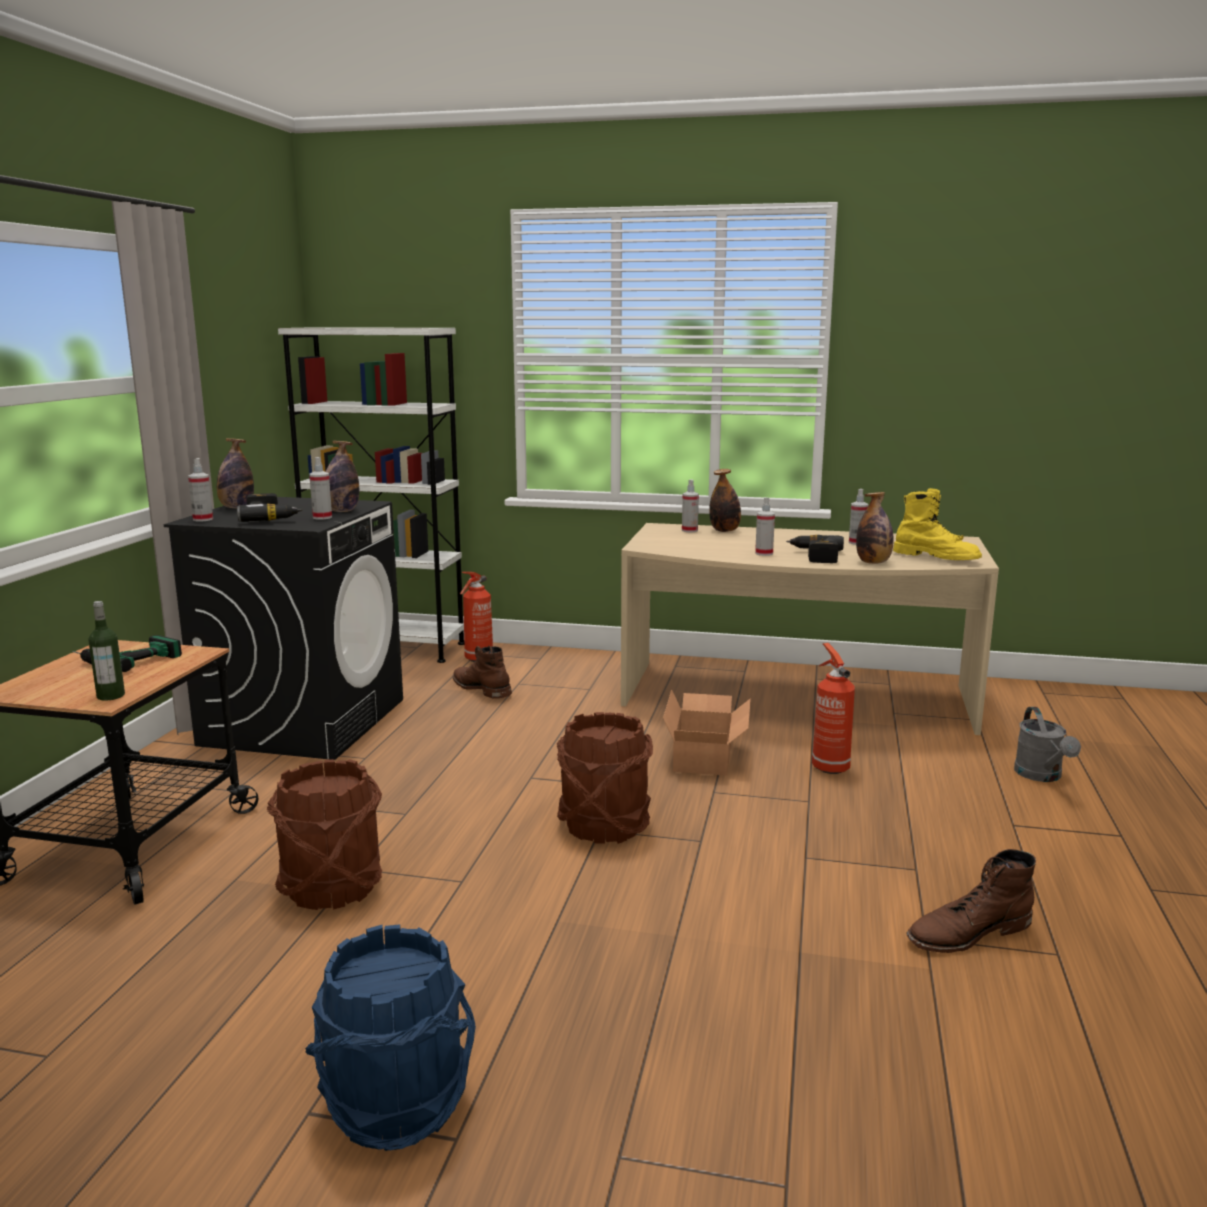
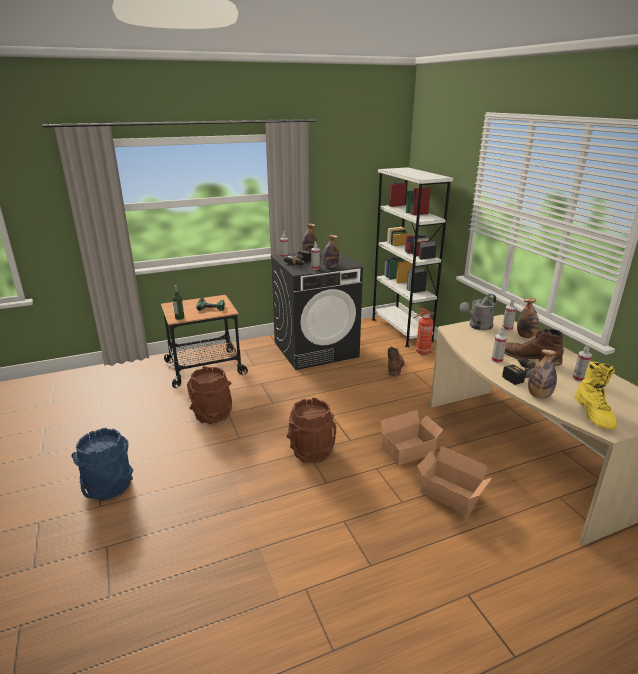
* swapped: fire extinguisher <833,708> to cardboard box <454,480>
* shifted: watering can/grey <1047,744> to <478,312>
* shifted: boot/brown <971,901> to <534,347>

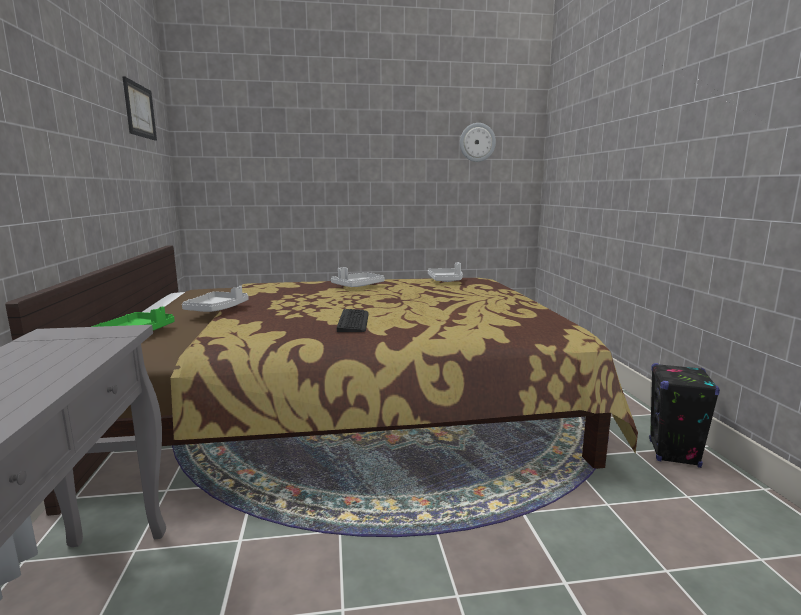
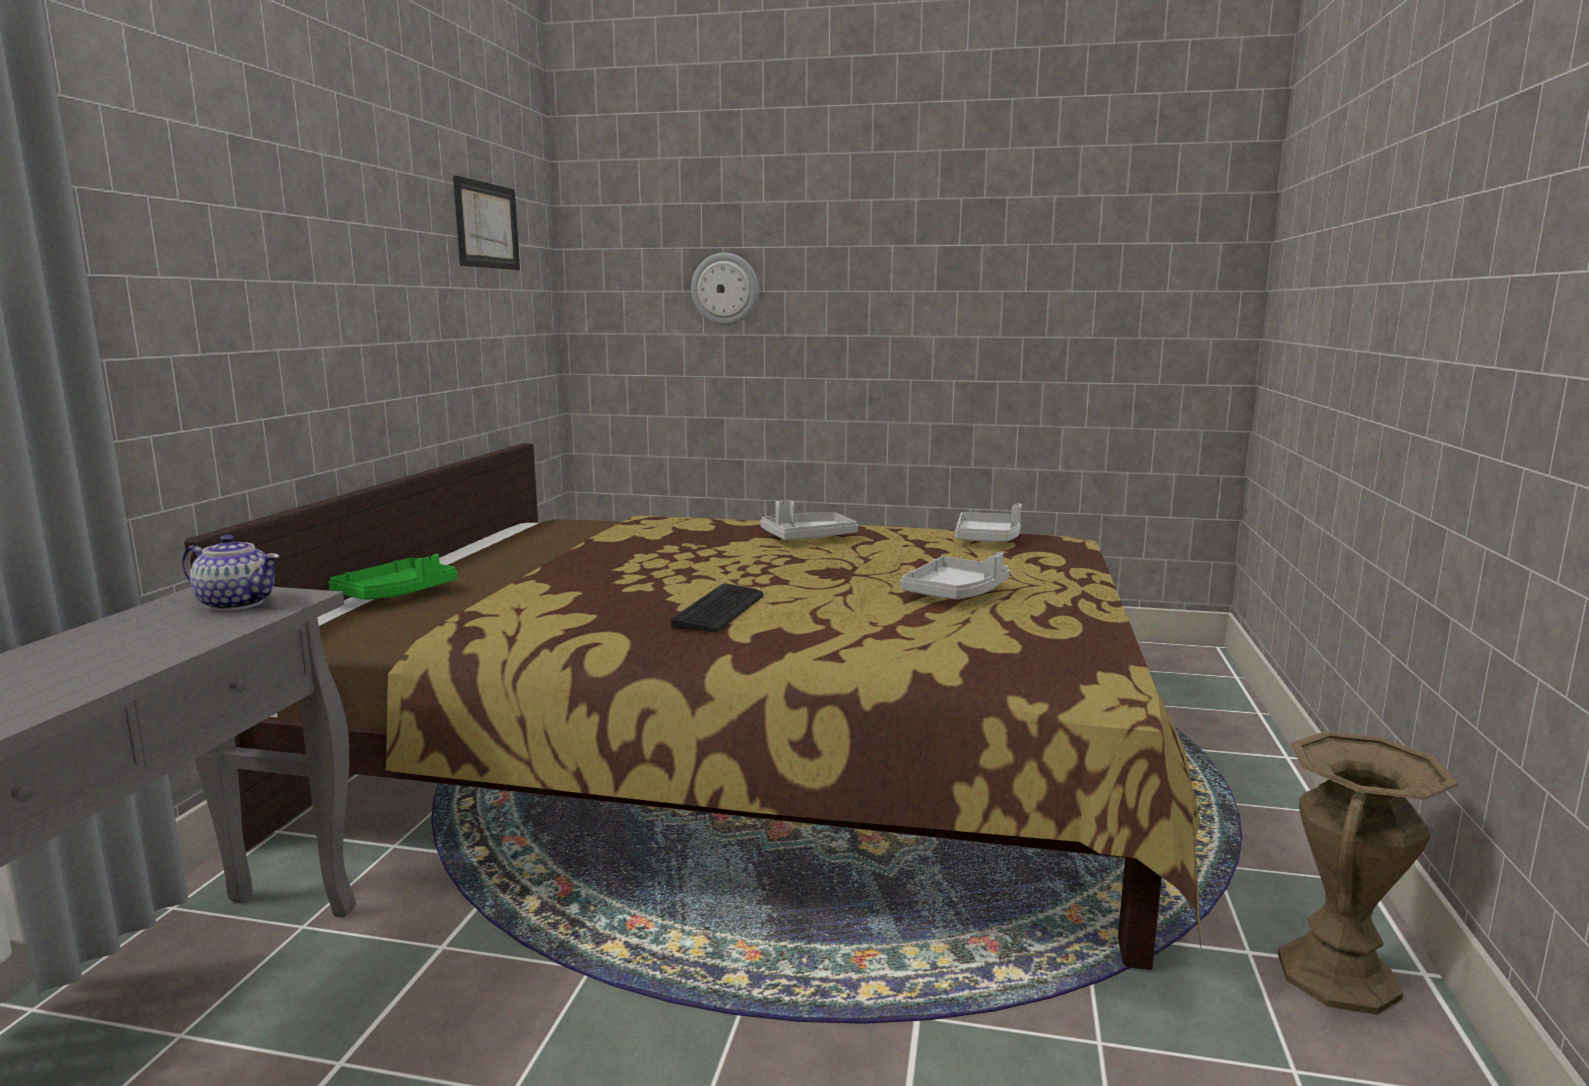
* shifted: wall clock <478,142> to <725,289>
* shifted: tray/grey <215,299> to <955,576>
* swapped: speaker/black <684,415> to vase/brown <1368,873>
* new: teapot <231,573>

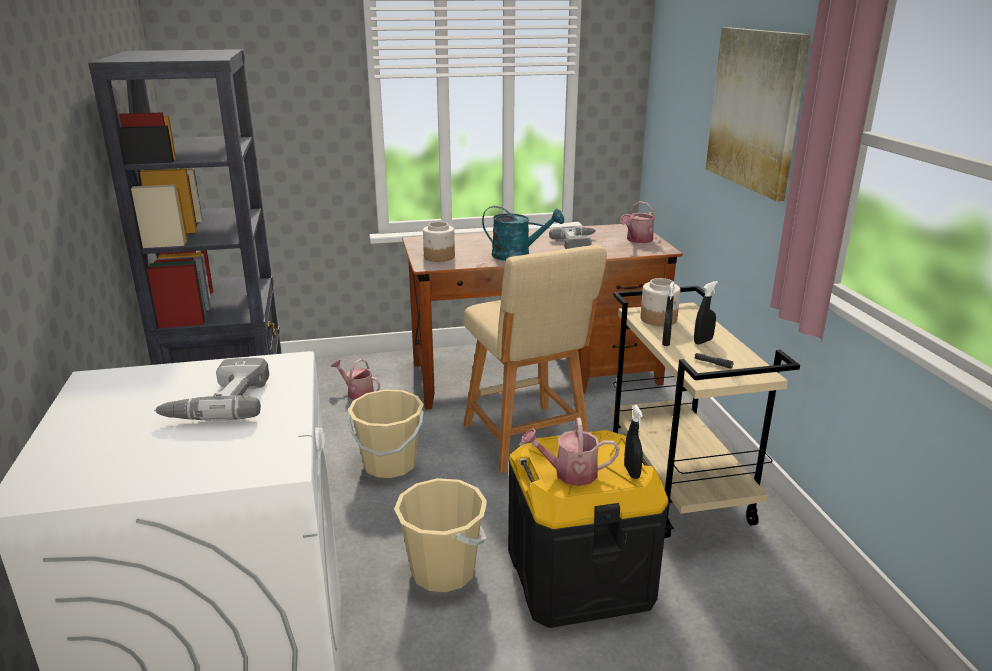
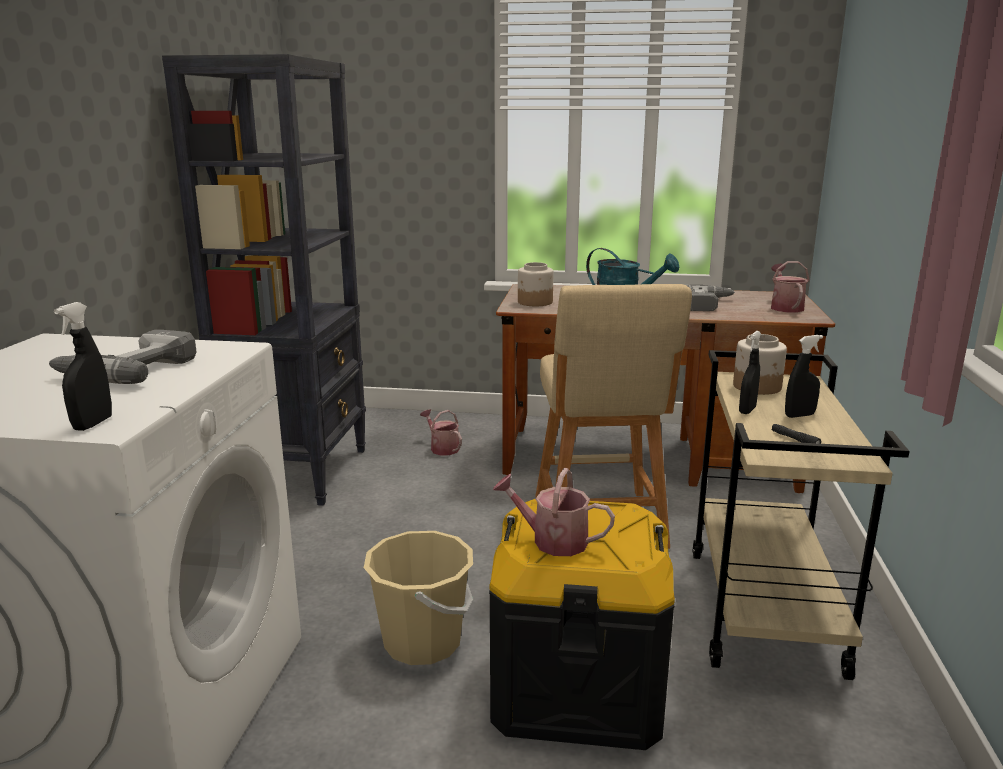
* gone: picture <758,114>
* rotated: watering can <637,222> = <790,287> 120 degrees clockwise
* gone: bucket/beige <385,434>
* shifted: spray bottle/black <633,442> to <83,366>

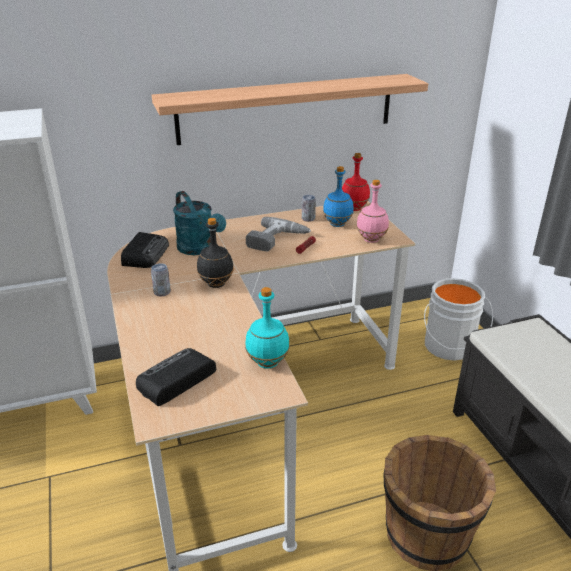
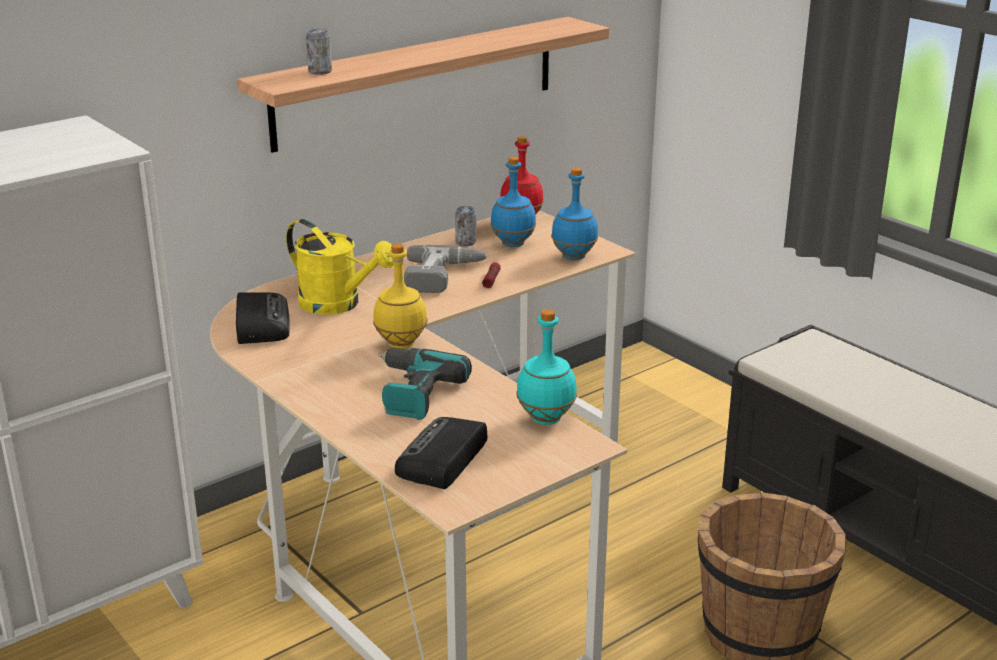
* repainted: bottle/pink <372,211> to bottle/blue <574,213>
* repainted: watering can/turquoise <199,223> to watering can/yellow <340,267>
* repainted: bottle/black <215,253> to bottle/yellow <400,296>
* shifted: can <161,279> to <319,52>
* gone: bucket/white <458,319>
* new: power drill <425,383>

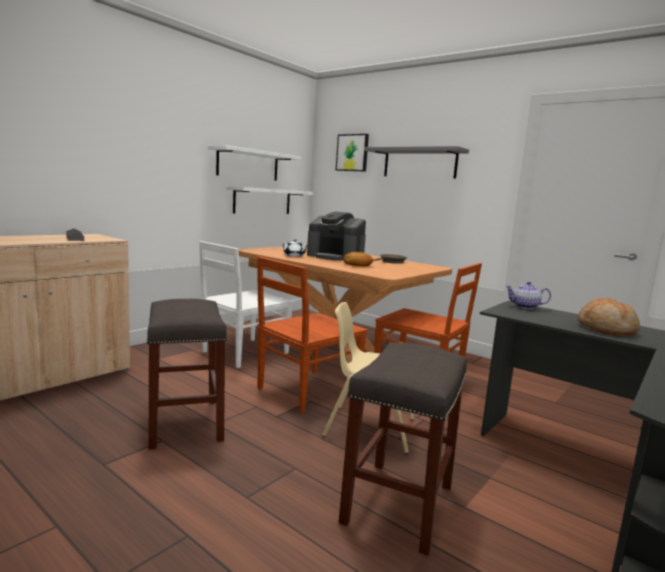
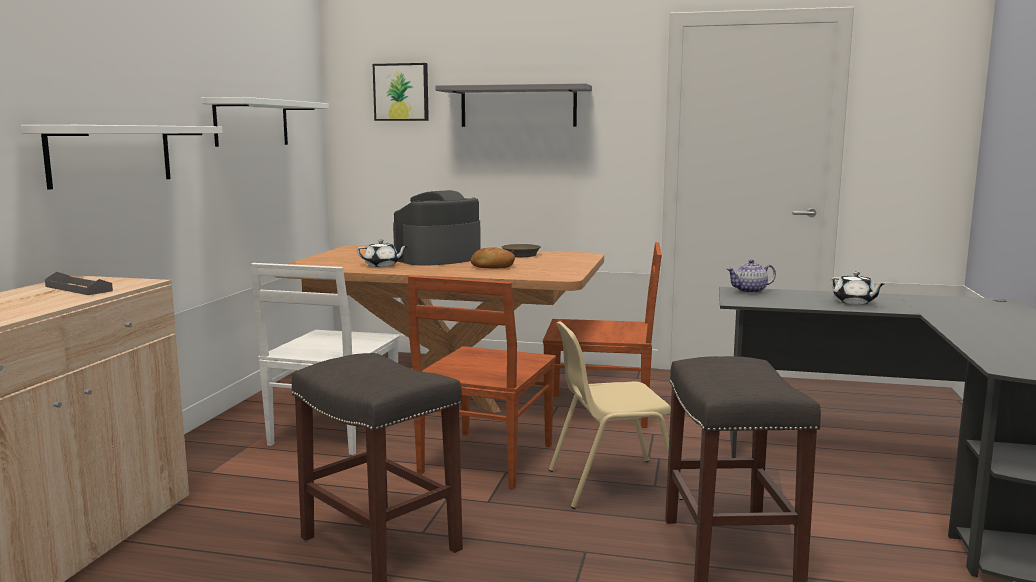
* shifted: shelf/white <269,200> to <122,157>
* rotated: coffee machine <336,236> = <437,228> 135 degrees clockwise
* swapped: bread <609,316> to teapot/white <857,288>

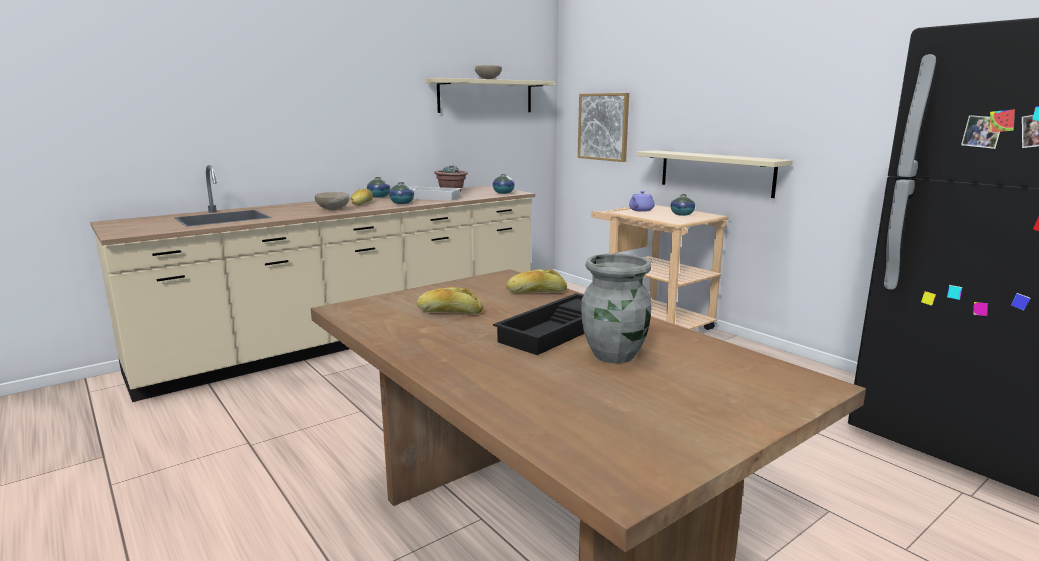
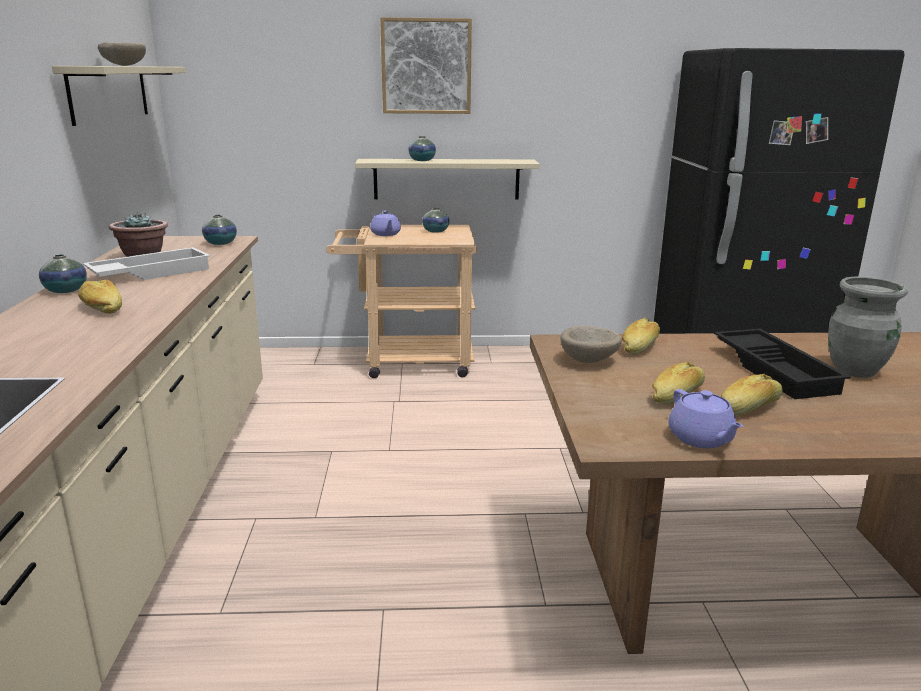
* shifted: picture <603,127> to <426,65>
* shifted: vase <401,193> to <422,148>
* shifted: bowl/beige <332,201> to <591,344>
* new: bread <752,395>
* new: teapot/purple <706,418>

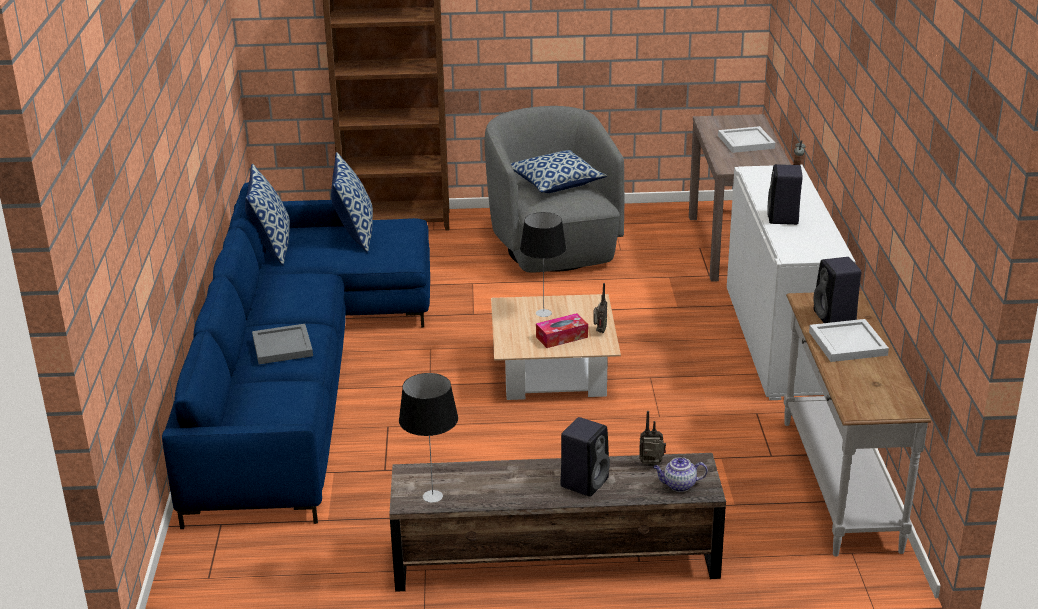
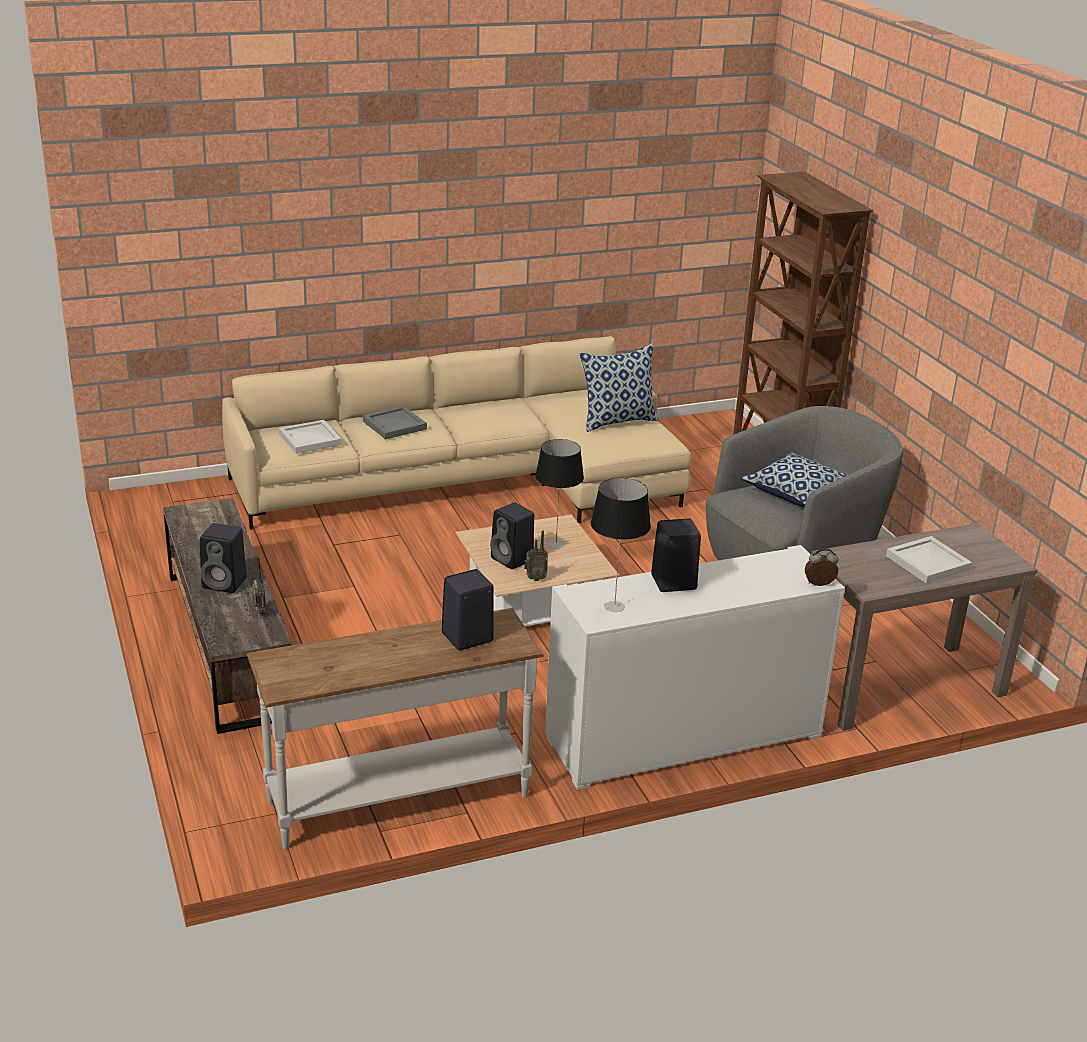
* gone: pillow <267,214>
* repainted: sofa/blue <296,355> to sofa/beige <456,433>
* swapped: tissue box <562,330> to speaker/black <512,535>
* shifted: tray/white <849,340> to <310,437>
* shifted: table lamp <428,438> to <621,545>
* gone: teapot <680,474>

